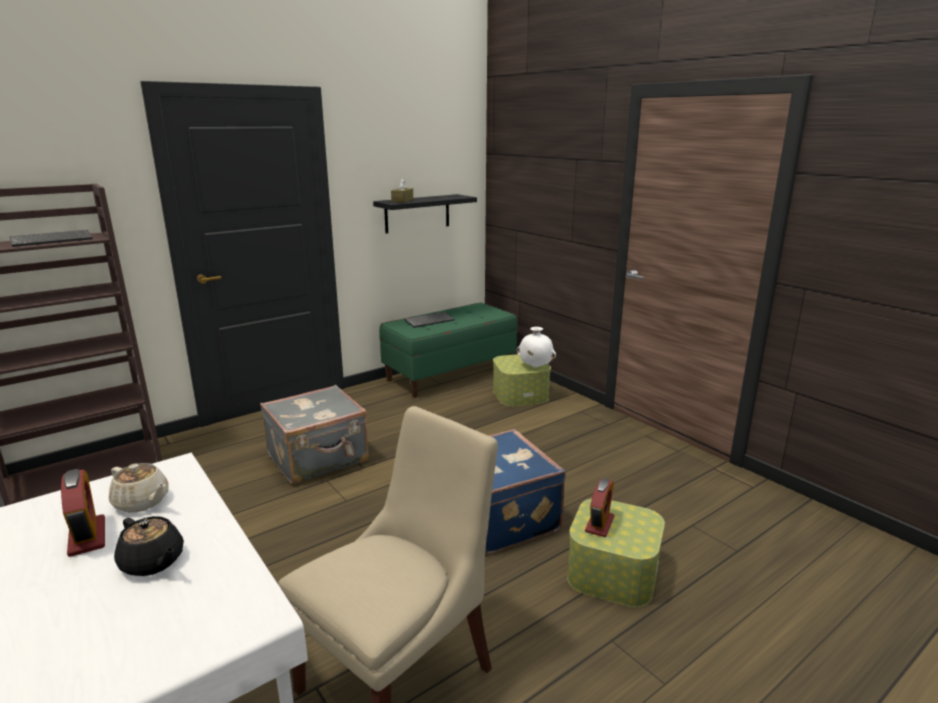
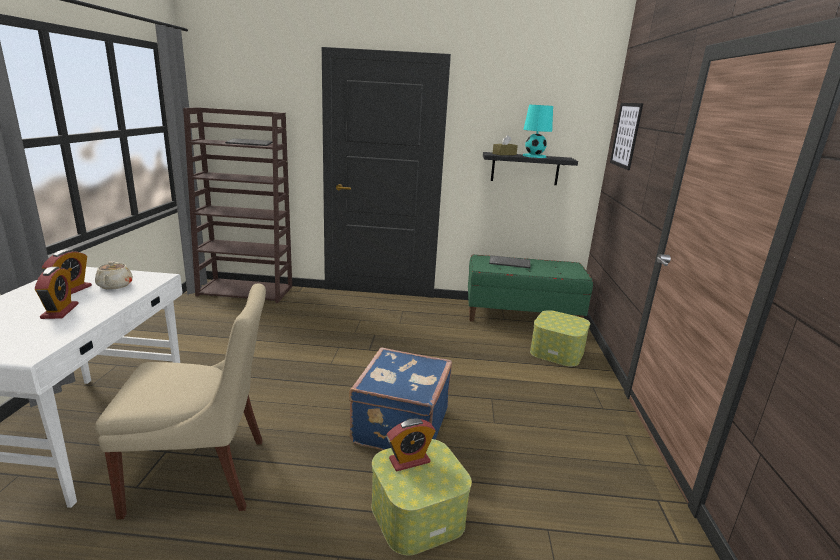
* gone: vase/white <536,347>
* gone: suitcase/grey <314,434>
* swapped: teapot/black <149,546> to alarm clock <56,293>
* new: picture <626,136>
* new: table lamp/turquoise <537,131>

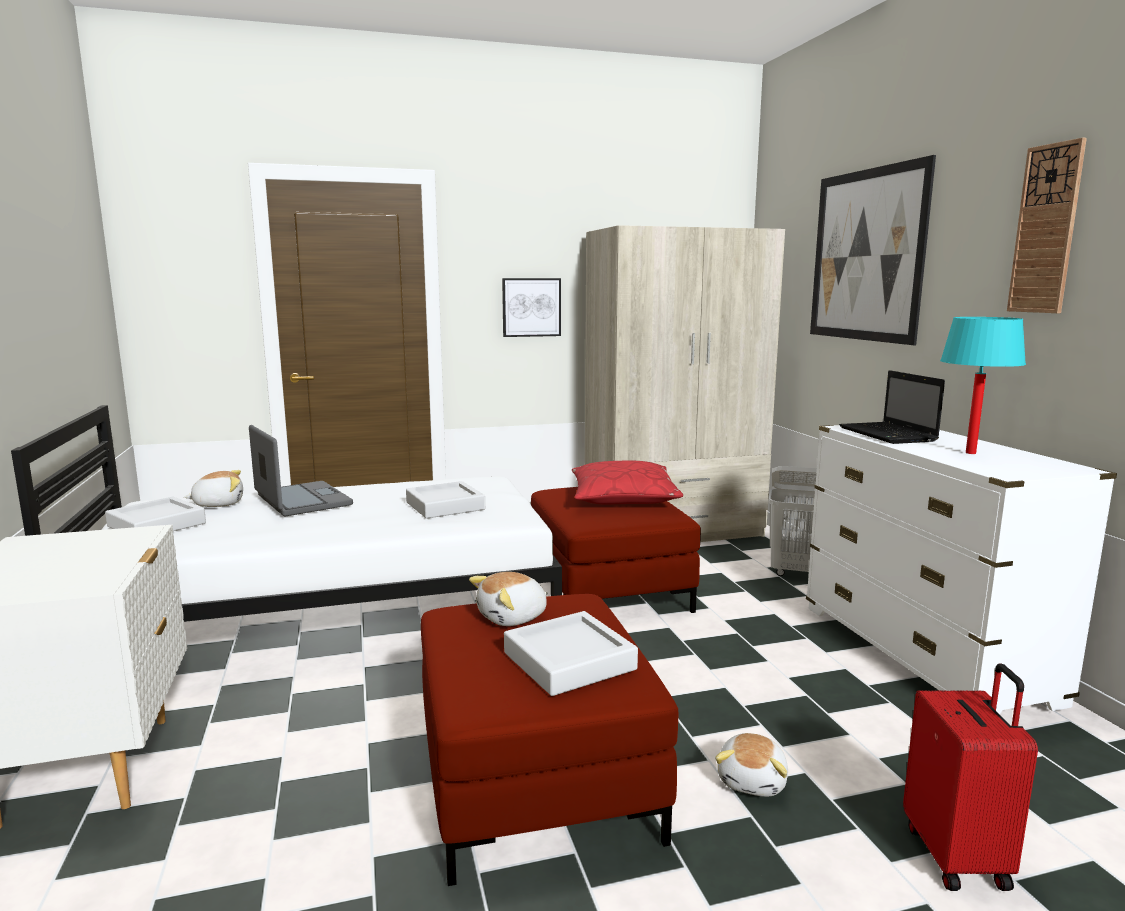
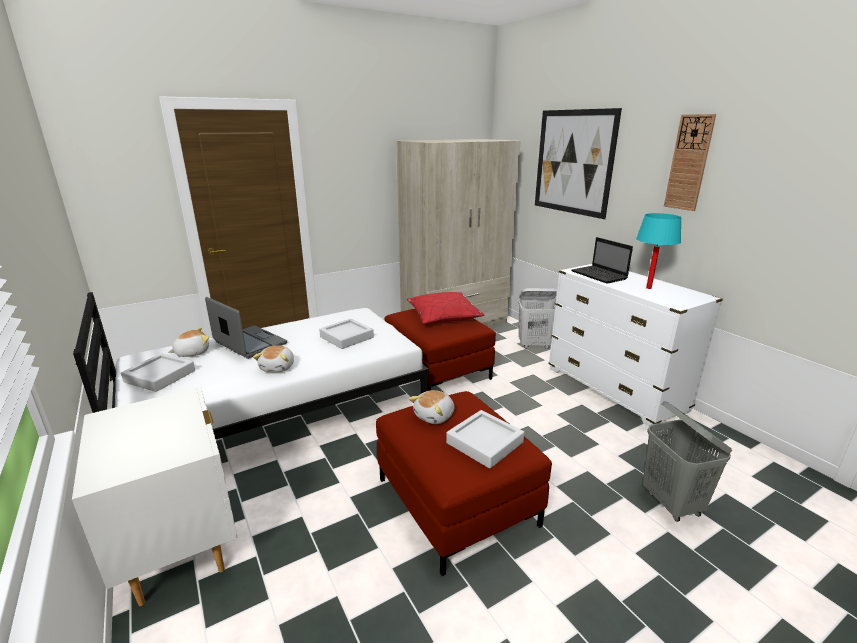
* gone: picture <531,307>
* swapped: suitcase/red <970,777> to laundry basket/grey <687,461>
* shifted: plush toy <751,765> to <273,358>

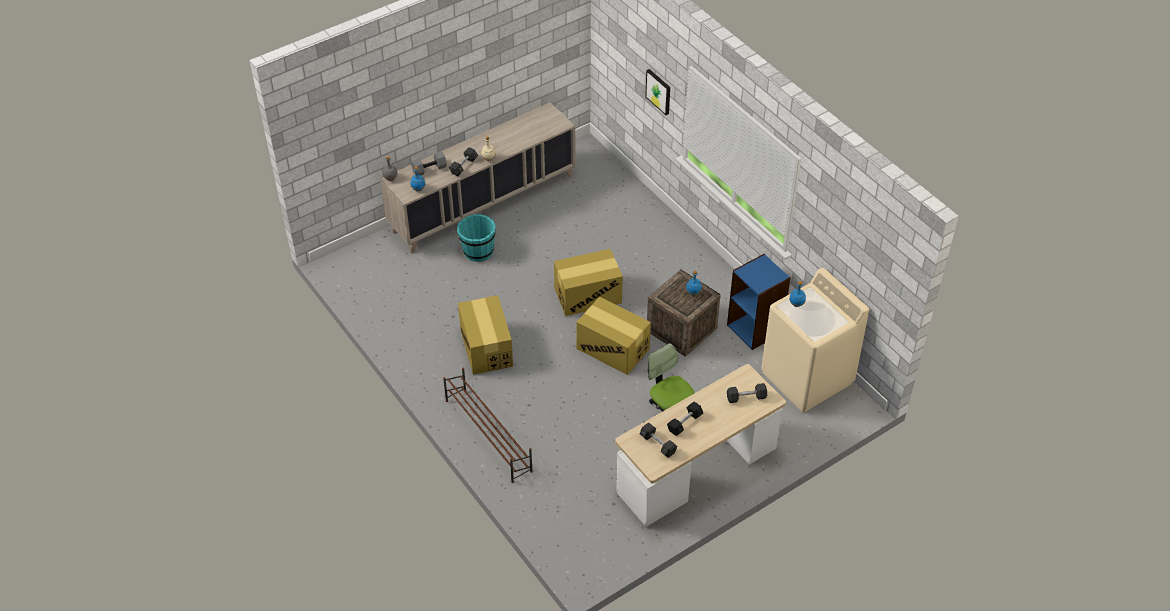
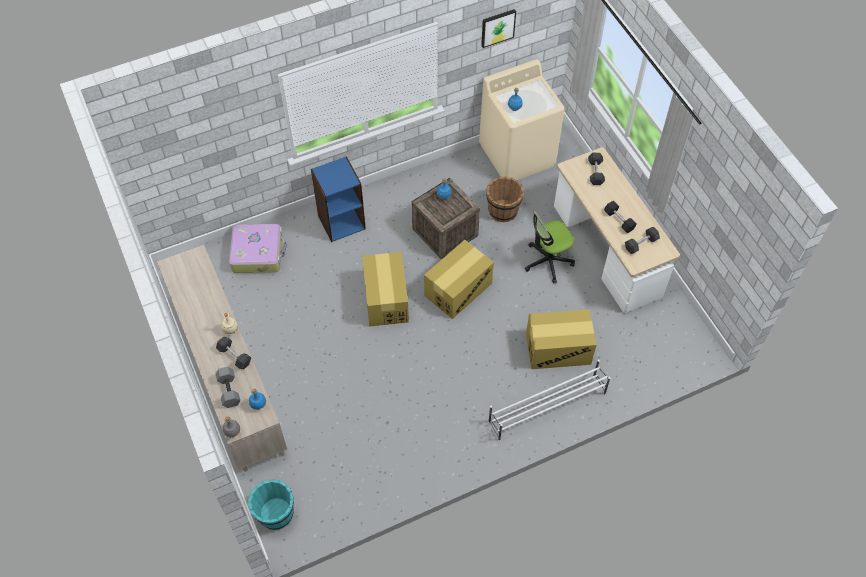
* shifted: picture <657,92> to <498,28>
* shifted: bucket/turquoise <476,238> to <271,504>
* shifted: bookcase/blue <759,302> to <338,199>
* shifted: cardboard box <485,335> to <561,339>
* repainted: shoe rack/brown <488,425> to shoe rack/white <549,400>
* new: bucket/brown <505,199>
* new: suitcase <258,248>

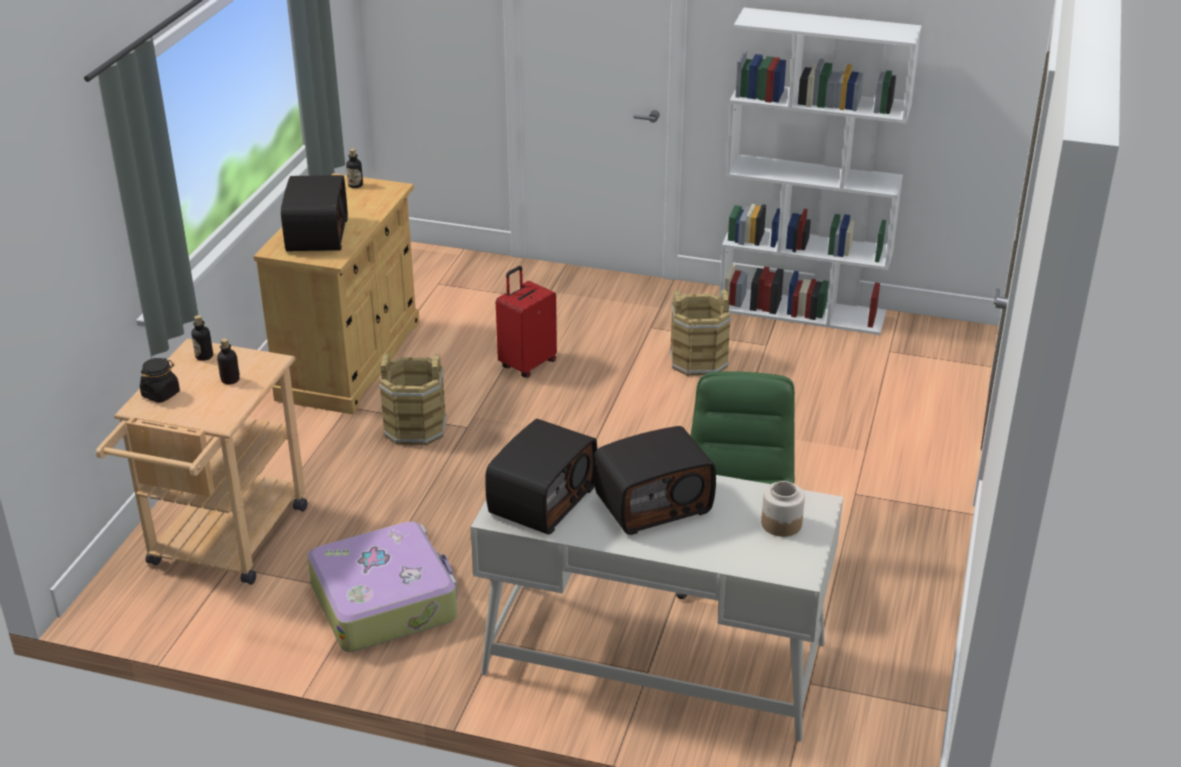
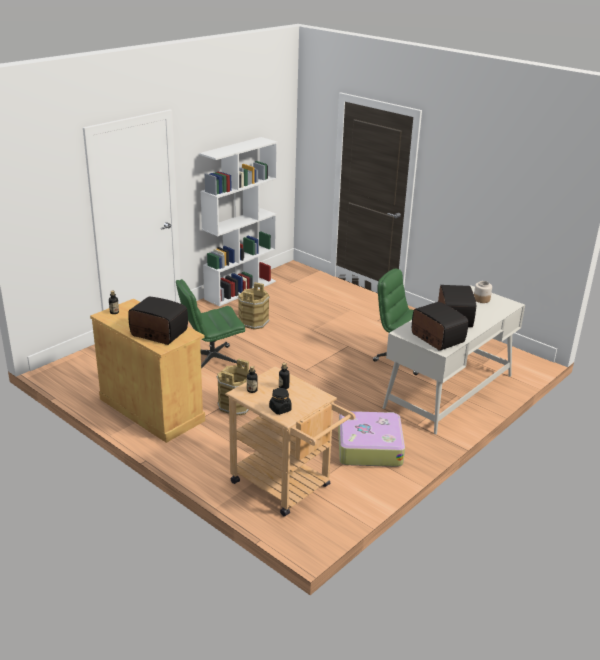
* swapped: suitcase/red <526,322> to office chair/green <210,324>

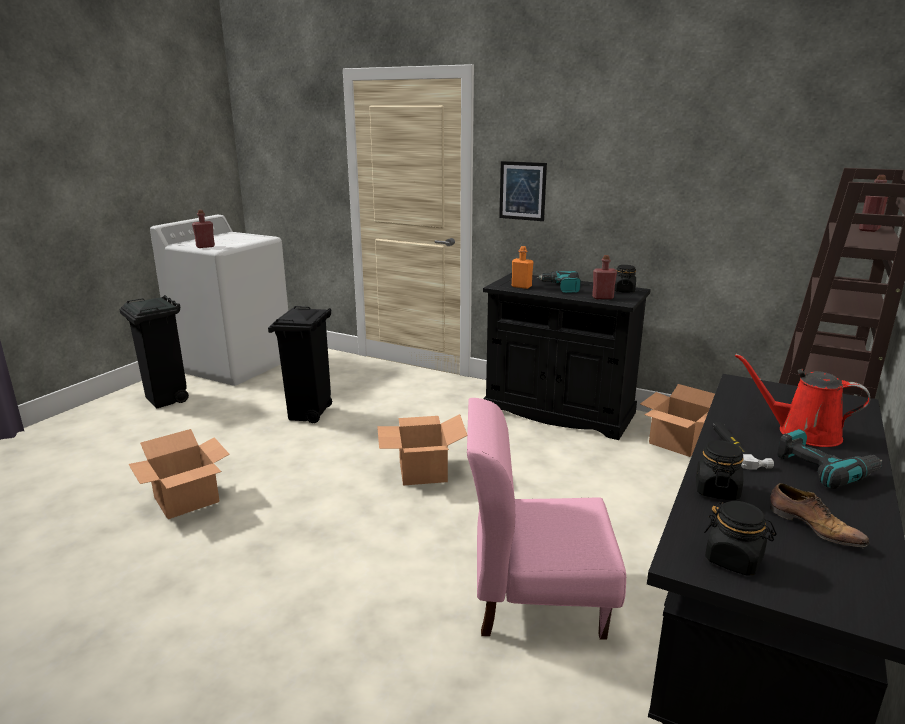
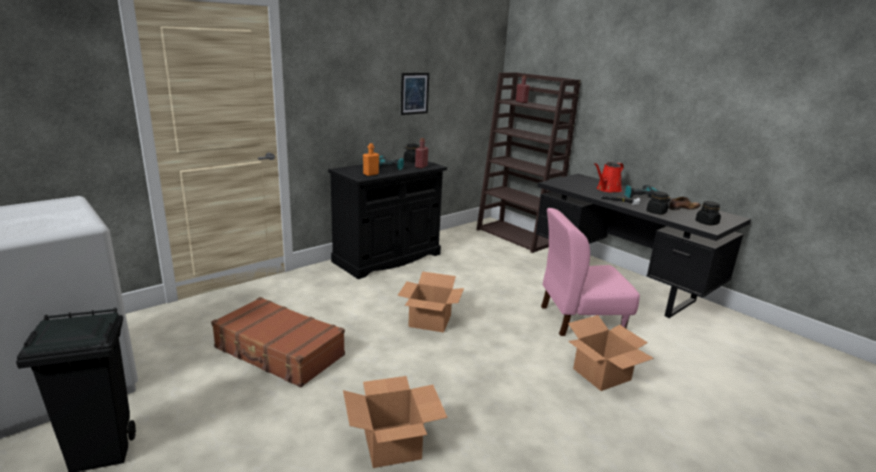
* shifted: picture <523,191> to <415,94>
* gone: bottle/red <203,229>
* swapped: trash can/black <300,364> to suitcase/brown <278,342>
* shifted: cardboard box <677,420> to <611,353>
* rotated: chair/pink <546,519> = <590,272> 60 degrees clockwise

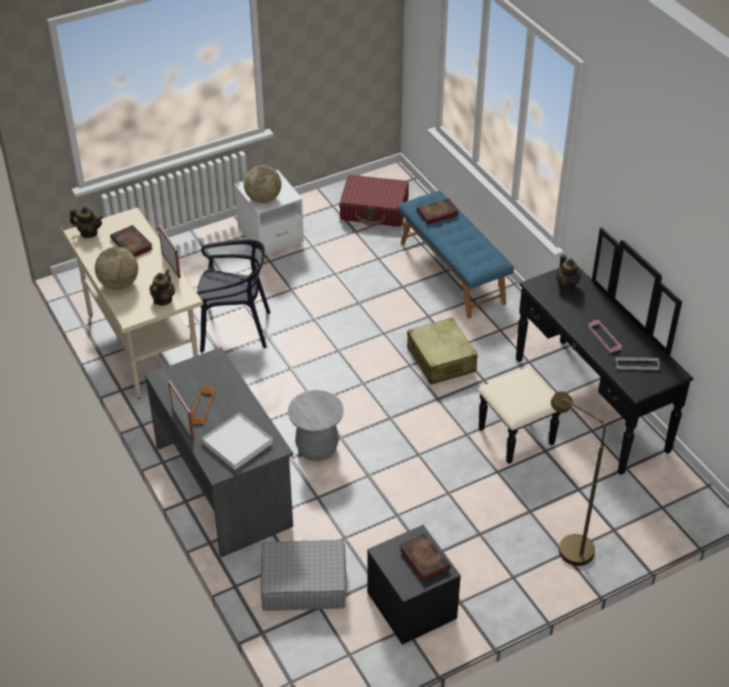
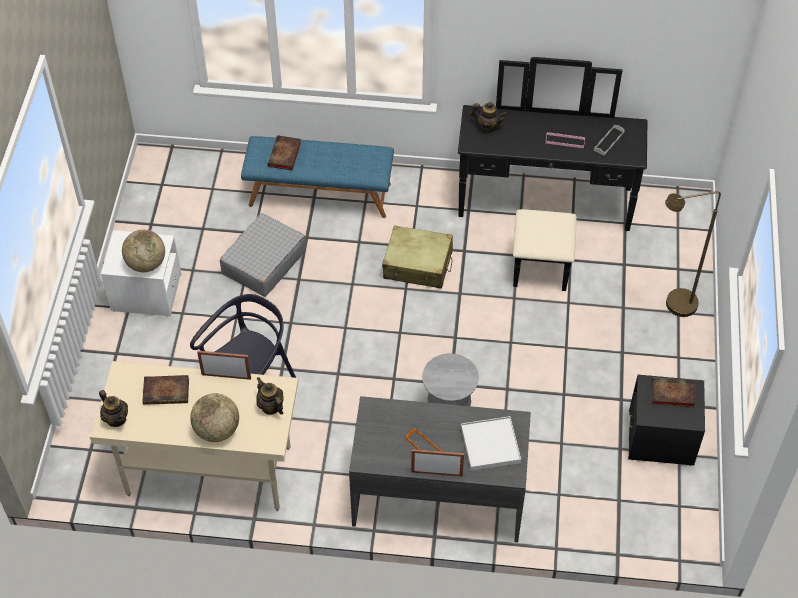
* gone: suitcase/red <374,200>
* rotated: teapot <86,222> = <113,408> 90 degrees clockwise
* shifted: suitcase/grey <303,575> to <263,255>

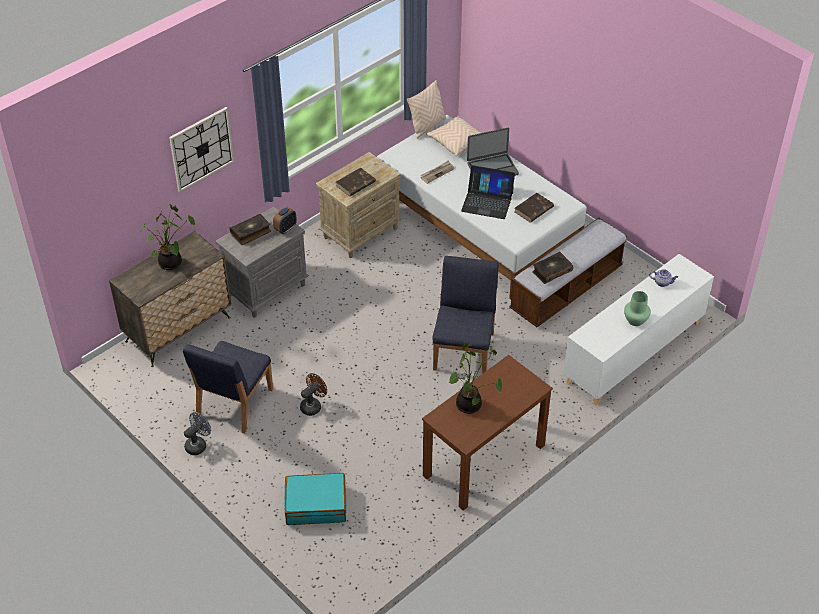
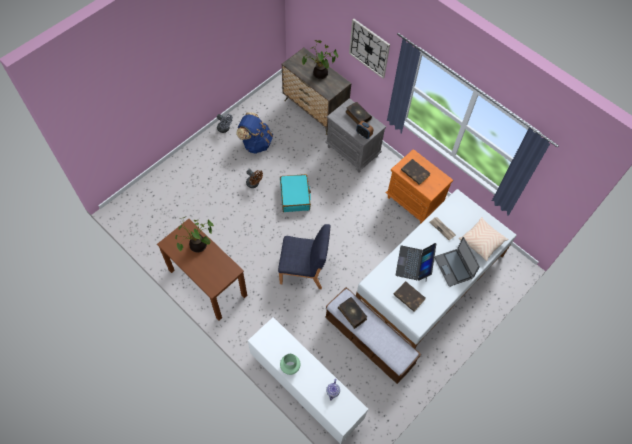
* gone: pillow/beige <426,109>
* repainted: nightstand/beige <358,205> to nightstand/orange <419,186>
* swapped: chair/blue <228,387> to backpack/blue <254,133>
* shifted: suitcase/turquoise <315,499> to <295,193>

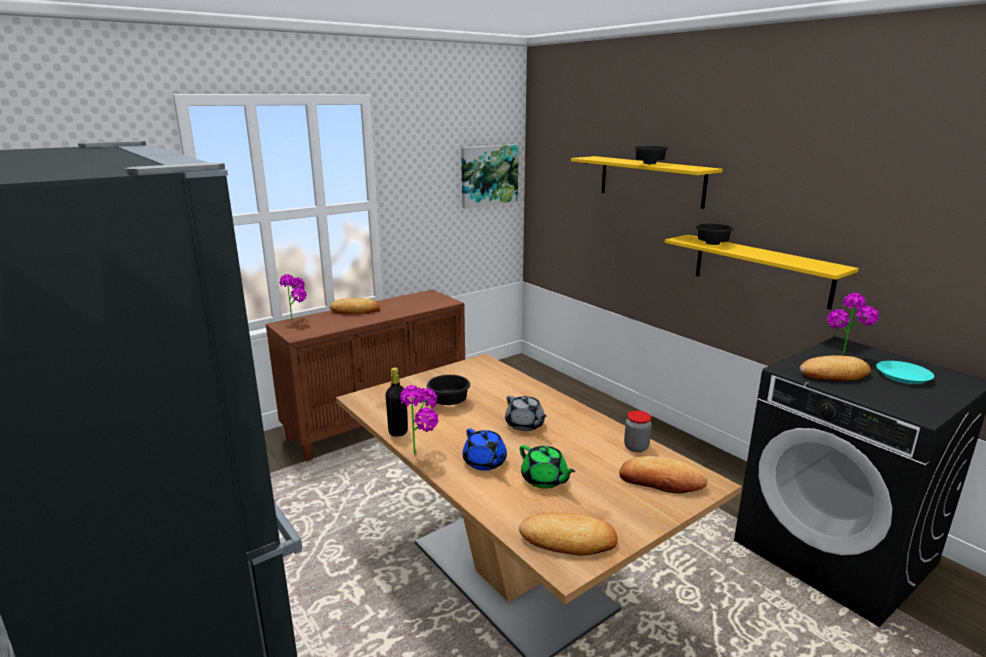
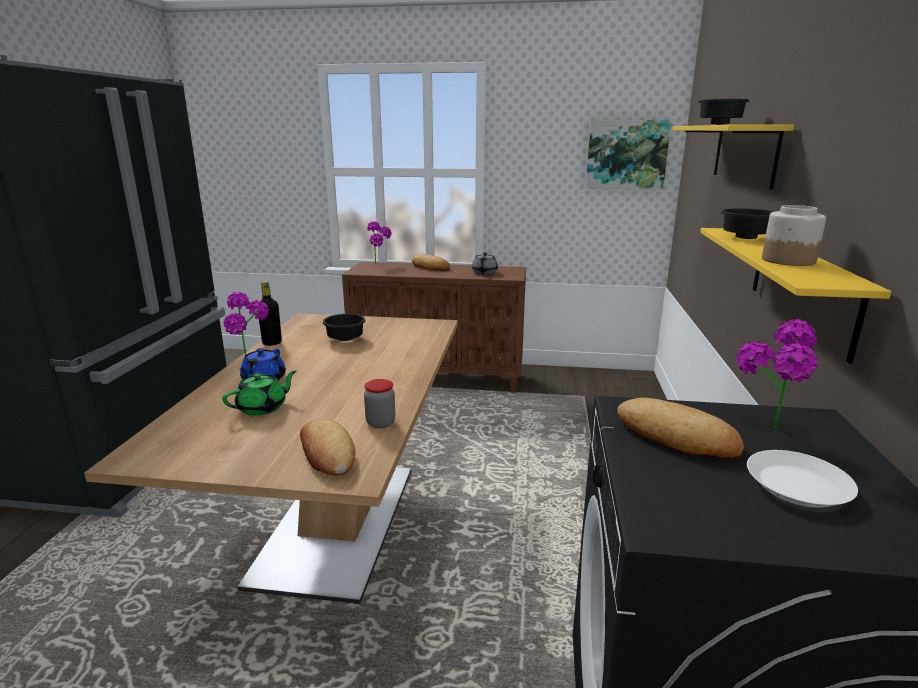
* repainted: plate/turquoise <905,372> to plate/white <802,479>
* shifted: teapot/grey <526,413> to <485,263>
* rotated: teapot/green <548,467> = <259,393> 135 degrees counterclockwise
* gone: bread <568,534>
* new: jar <794,235>

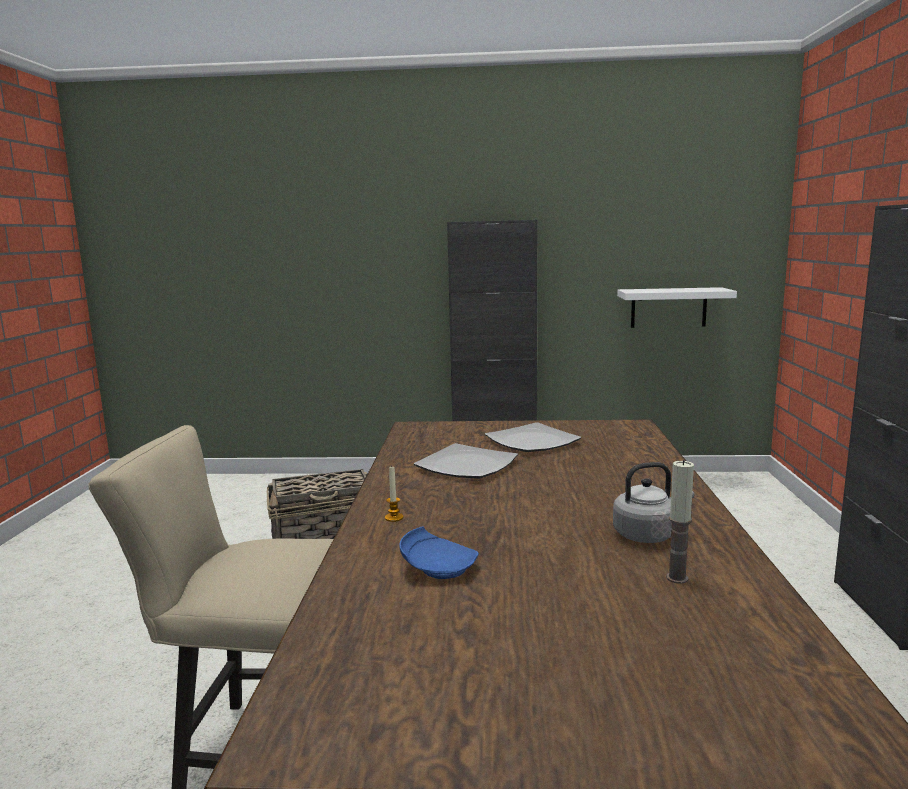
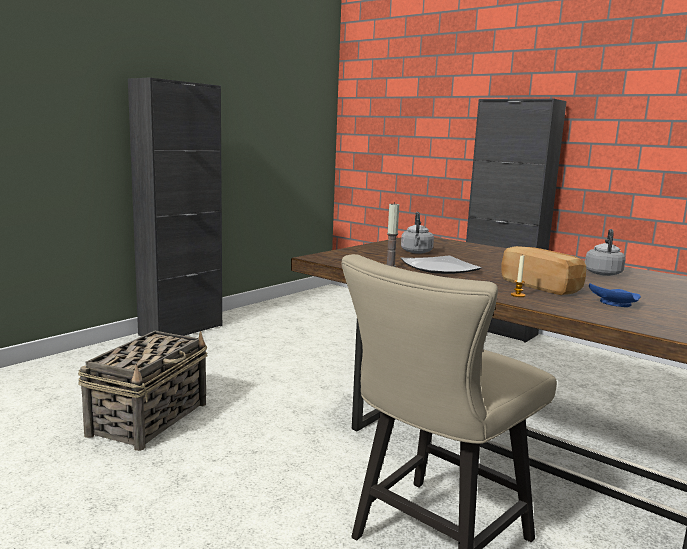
* gone: shelf/white <677,307>
* swapped: plate <533,437> to kettle/grey <417,233>
* shifted: candle <680,522> to <392,234>
* new: bread <544,270>

